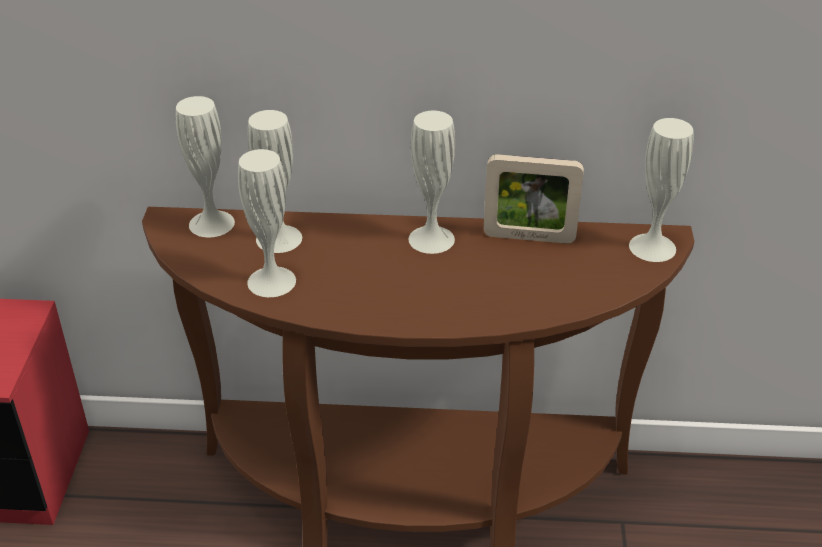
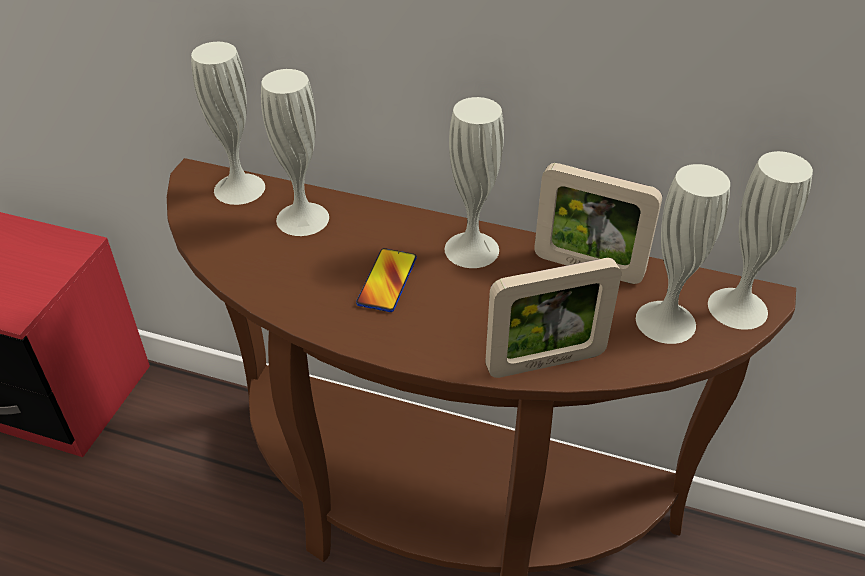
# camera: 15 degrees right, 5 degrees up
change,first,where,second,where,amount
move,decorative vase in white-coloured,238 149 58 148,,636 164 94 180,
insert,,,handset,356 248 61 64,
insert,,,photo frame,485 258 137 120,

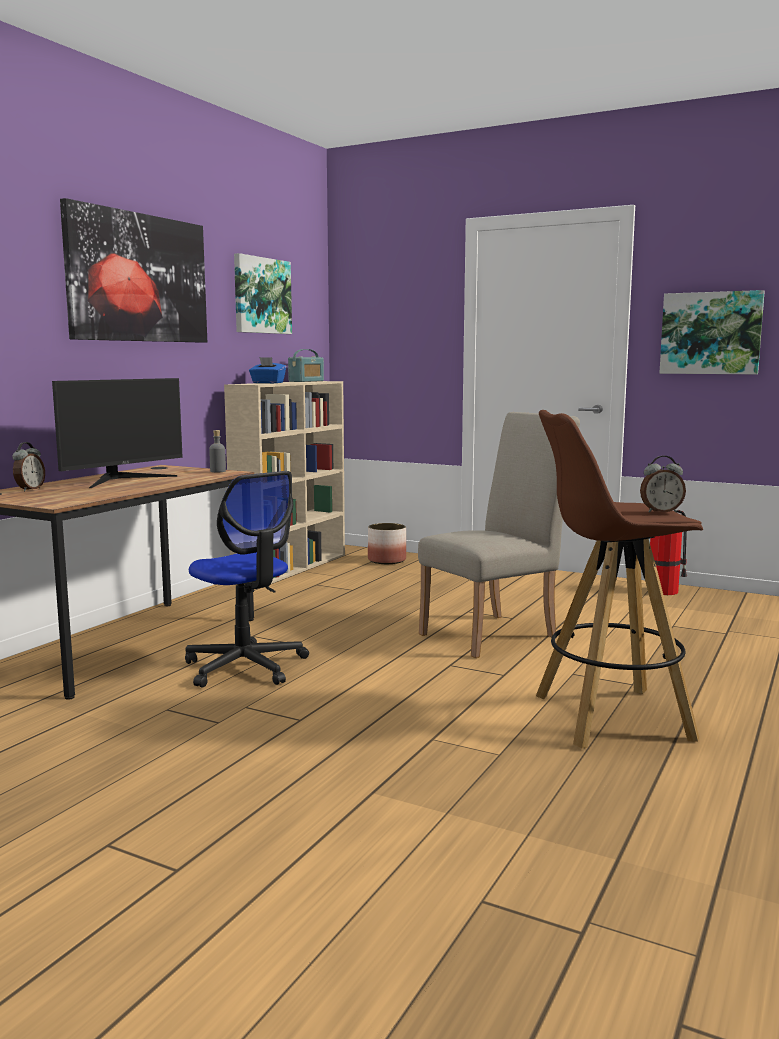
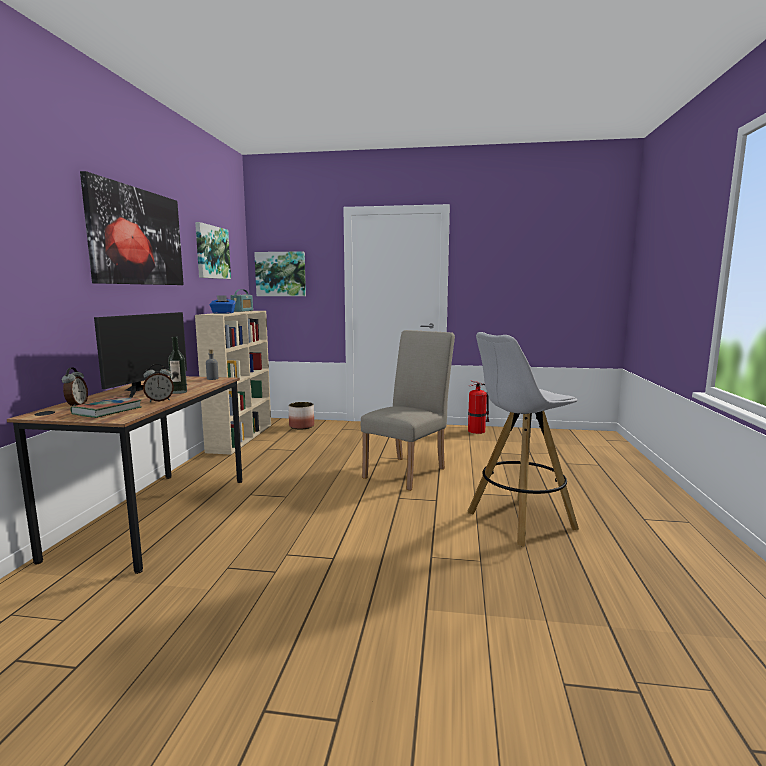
# camera: 20 degrees left, 0 degrees up
change,first,where,second,where,amount
delete,office chair,185 471 124 217,,,
recolor,sitting stool in brown,536 410 167 339,sitting stool in white-coloured,468 332 111 215,
move,table clock,640 456 46 57,,143 364 31 38,
move,wall picture,659 290 106 84,,254 251 52 45,
insert,,,bound book,70 397 71 21,
insert,,,drink bottle,168 337 19 57,

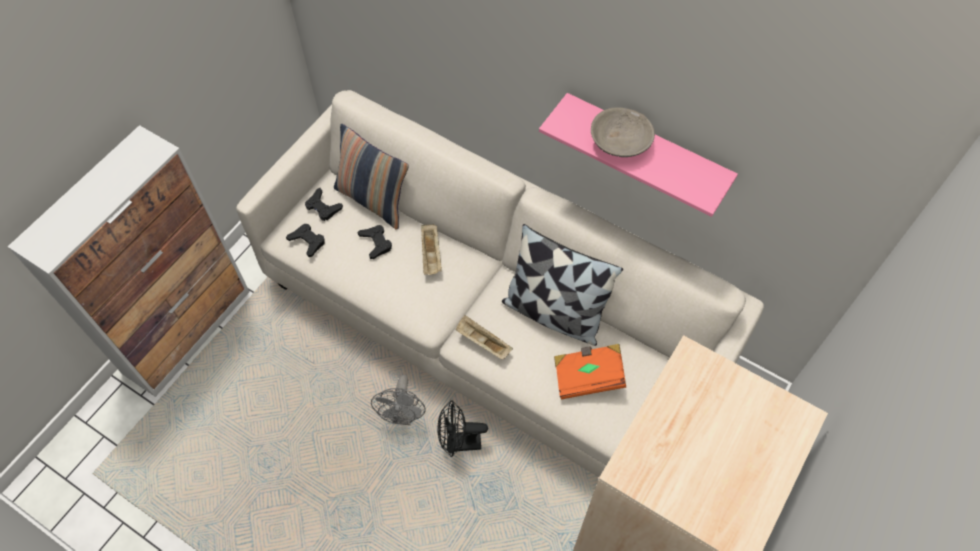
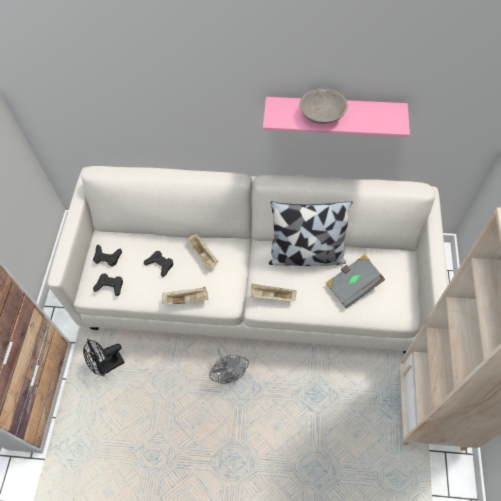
# camera: 25 degrees left, 0 degrees up
change,first,where,second,where,amount
delete,throw pillow,334 124 75 106,,,
move,fan in black,437 400 51 57,,83 339 42 38,
recolor,bound book in orangey,554 344 72 55,bound book in gray,326 254 59 54,
insert,,,serving tray in sand-coloured,162 287 46 17,

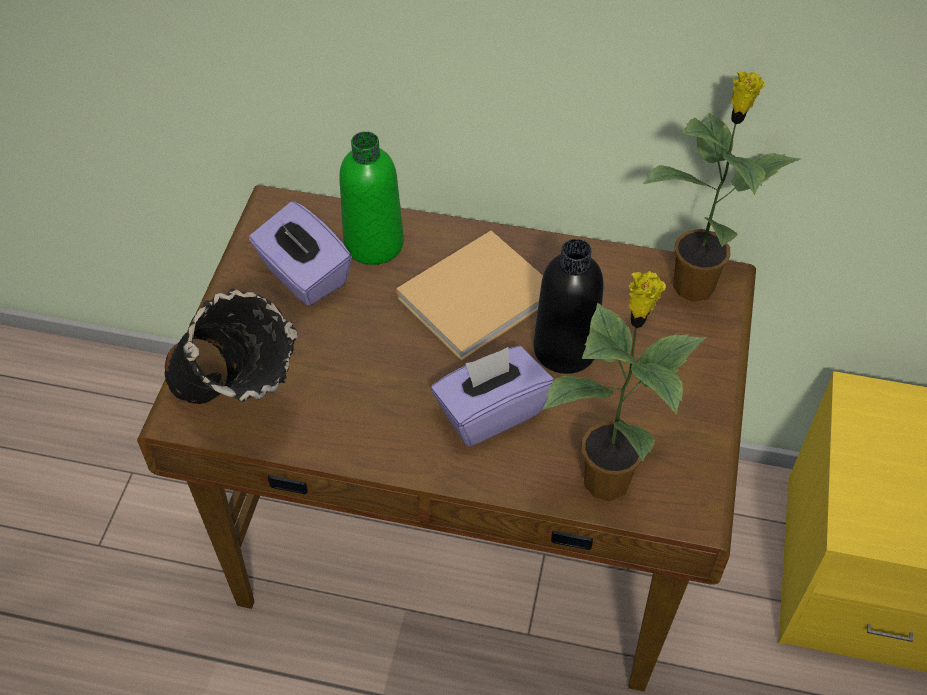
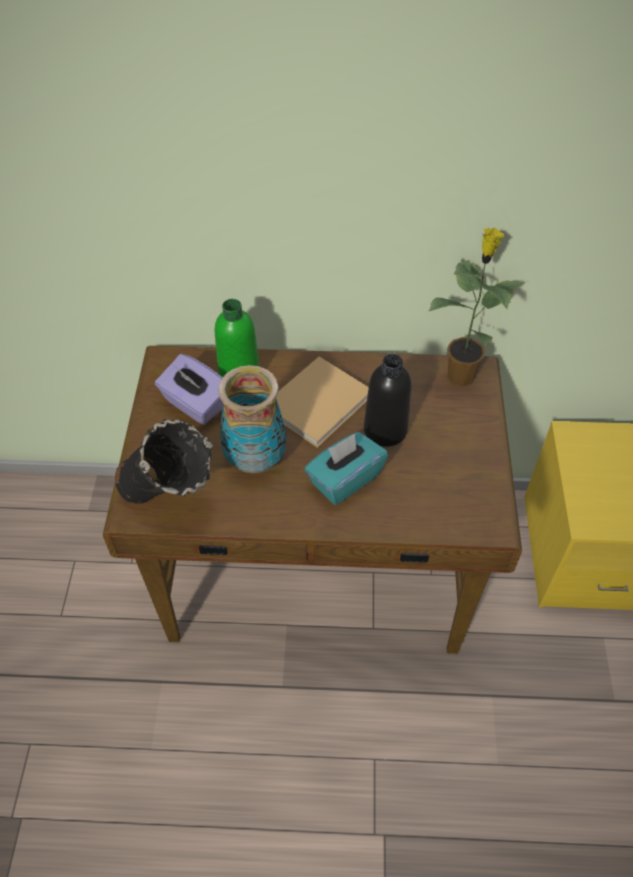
# camera: 10 degrees left, 0 degrees up
change,first,where,second,where,amount
recolor,box of tissues in purple,431 346 123 101,box of tissues in blue-green,304 432 84 73,
delete,potted plant,543 271 164 230,,,
insert,,,decorative vase,218 365 68 108,

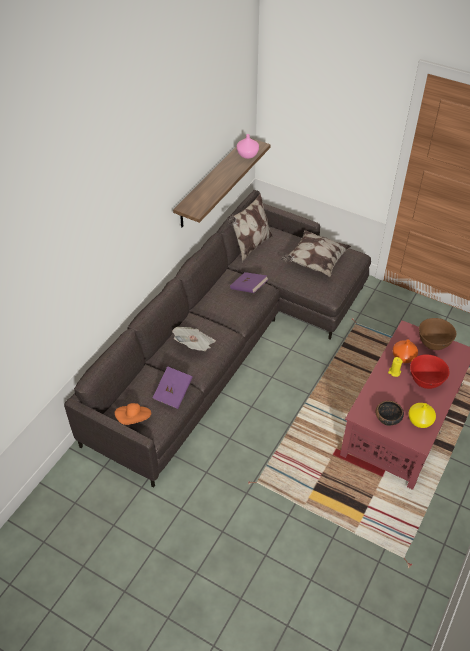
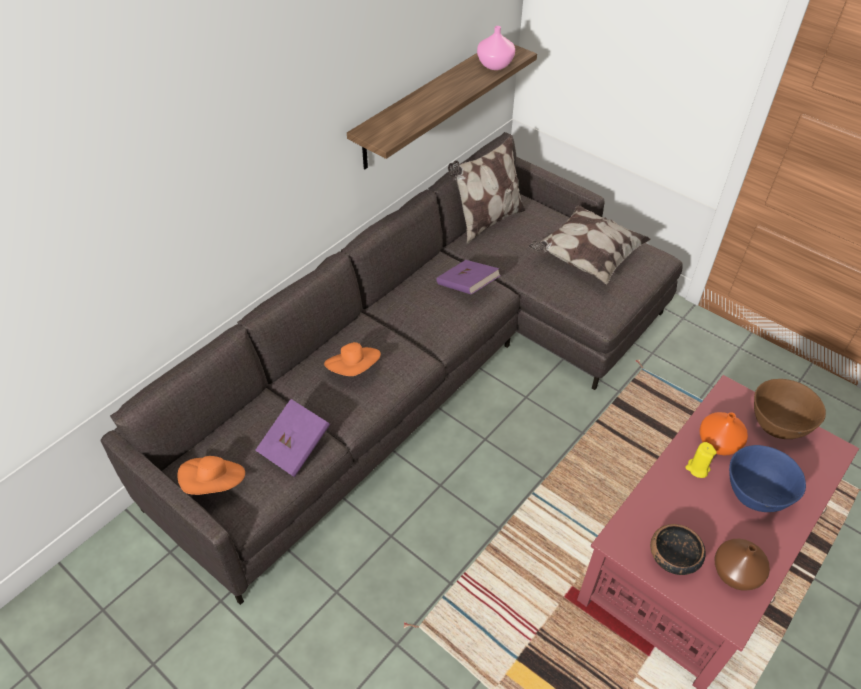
# camera: 10 degrees right, 0 degrees up
change,first,where,second,where,amount
replace,newspaper,172 327 44 24,wearable hat in orangey,324 342 57 34,
recolor,decorative vase in yellow,408 403 28 25,decorative vase in brown,715 539 55 52,
recolor,deep dish in red-coloured,410 355 40 34,deep dish in blue,729 445 77 67,

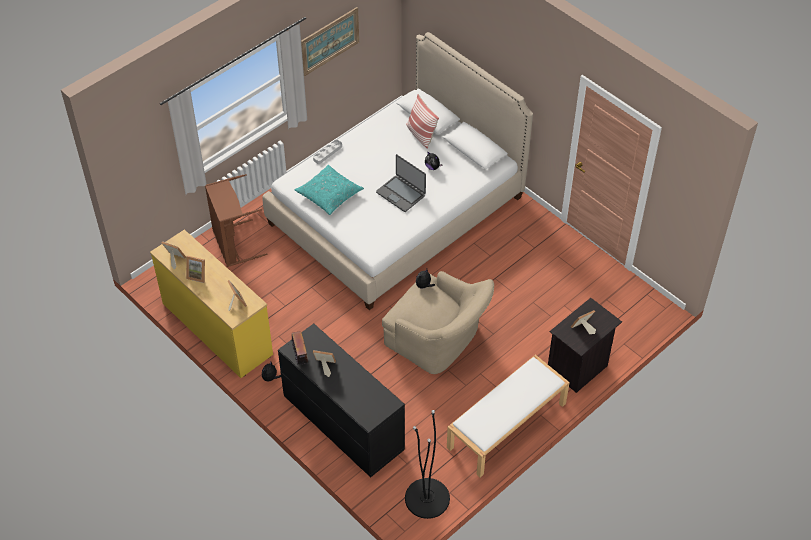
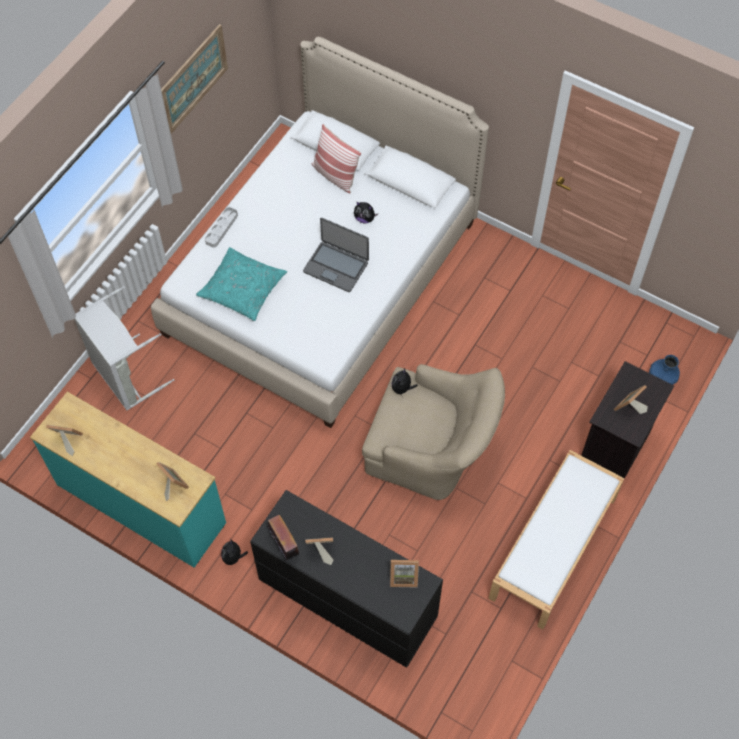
# camera: 15 degrees left, 10 degrees up
change,first,where,second,where,amount
recolor,drawer chest in yellow,150 229 123 149,drawer chest in blue-green,30 392 196 176,
move,photo frame,186 256 19 27,,390 560 29 28,
recolor,laundry basket in brown,205 174 62 93,laundry basket in gray,74 286 100 124,
delete,standard lamp in black,405 410 45 109,,,
insert,,,decorative vase in blue,649 355 31 30,

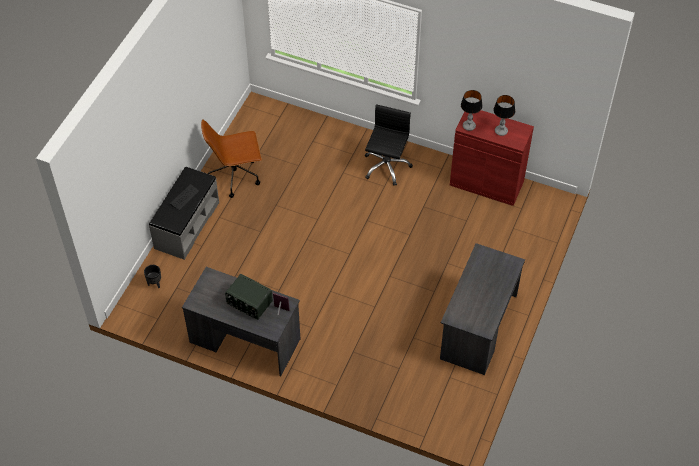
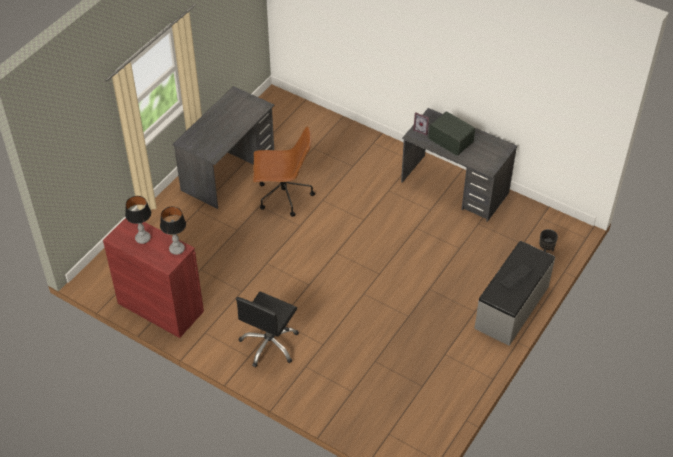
# camera: 170 degrees left, 5 degrees down
change,first,where,second,where,amount
move,office chair in brown,201 119 61 79,,253 126 62 91,

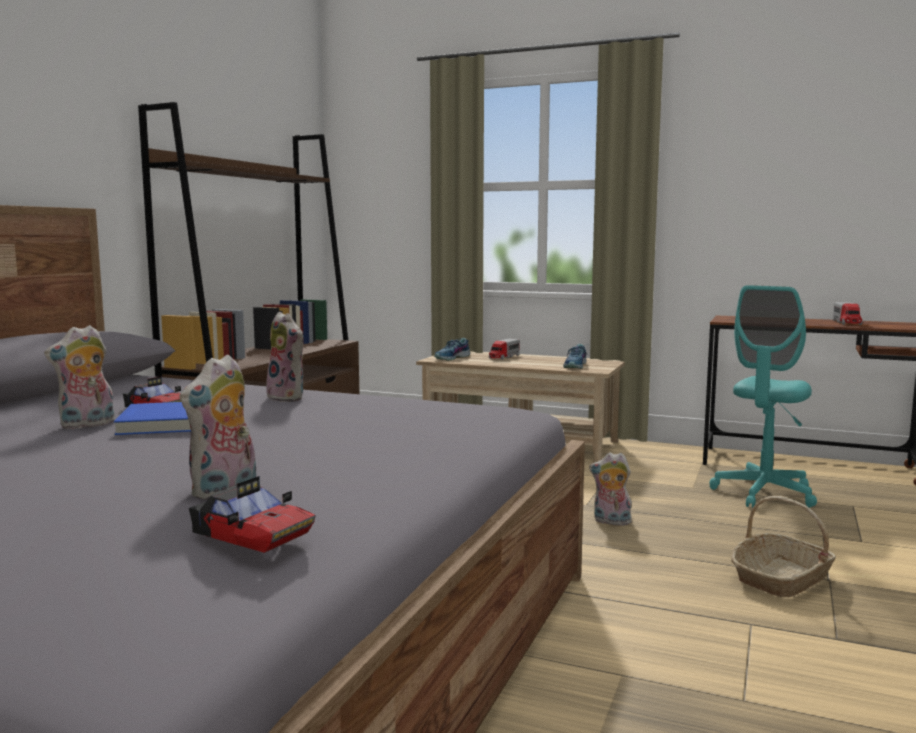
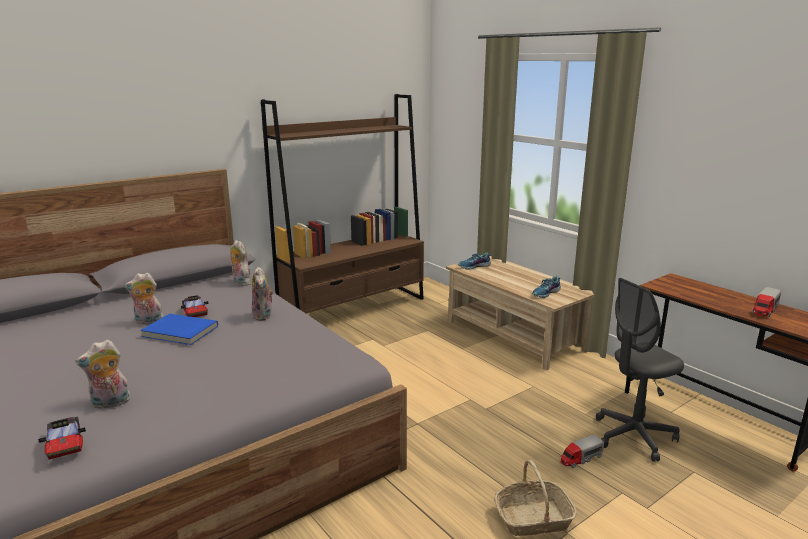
# camera: 30 degrees right, 10 degrees up
change,first,where,second,where,amount
move,model truck,489 339 31 21,,560 435 44 33,
move,plush toy,589 453 44 73,,230 240 22 46,
recolor,office chair in blue-green,709 285 108 223,office chair in gray,596 278 88 184,

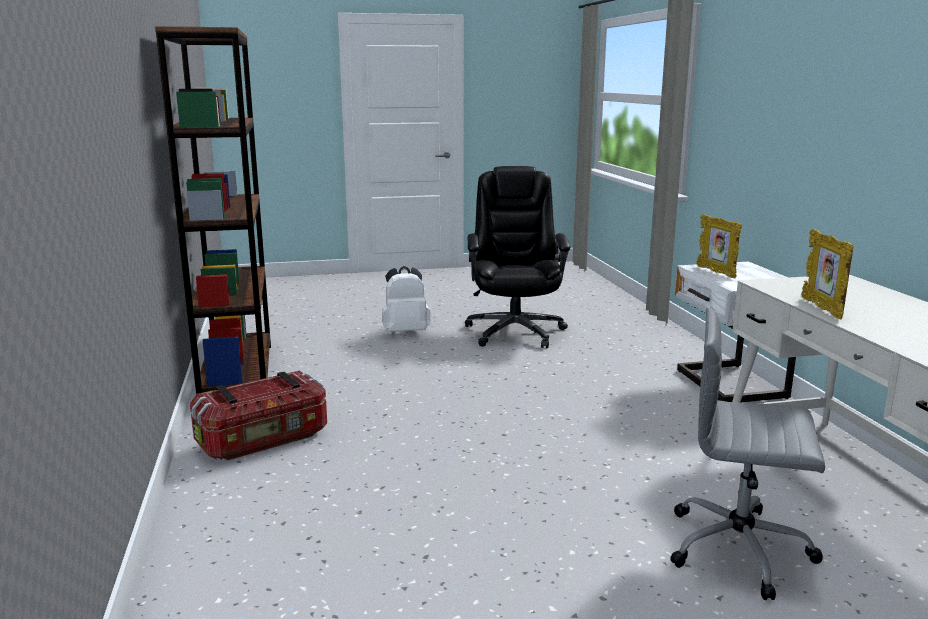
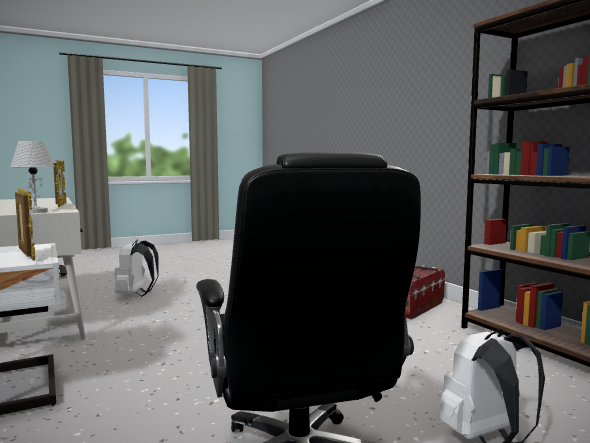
# camera: 165 degrees right, 10 degrees down
change,first,where,second,where,amount
replace,office chair in gray,670 308 155 292,backpack in white-coloured,115 239 43 58,
insert,,,lamp for a table in white-coloured,10 141 45 72,

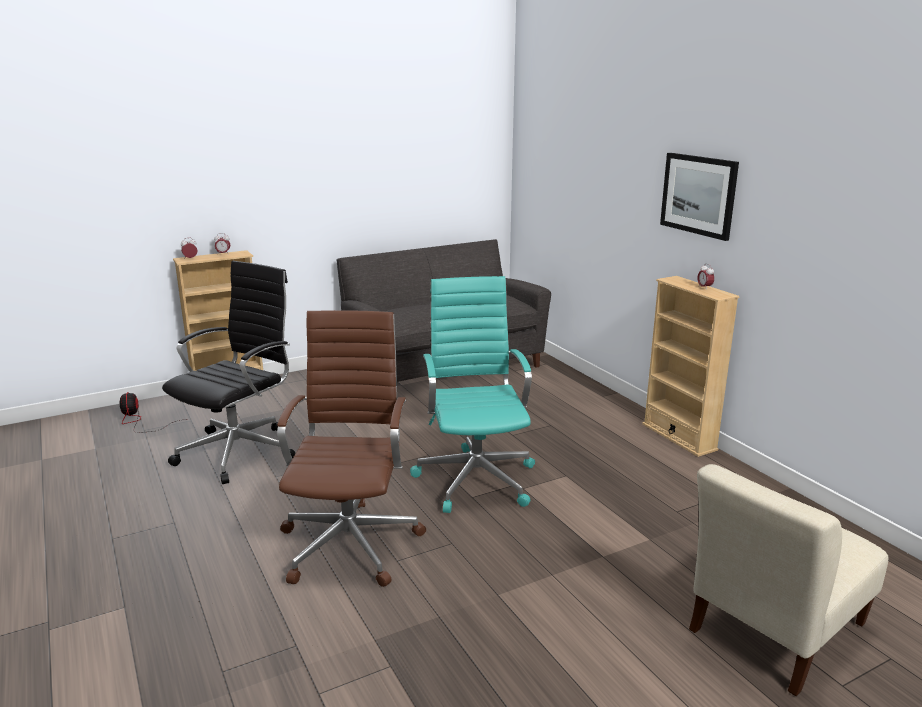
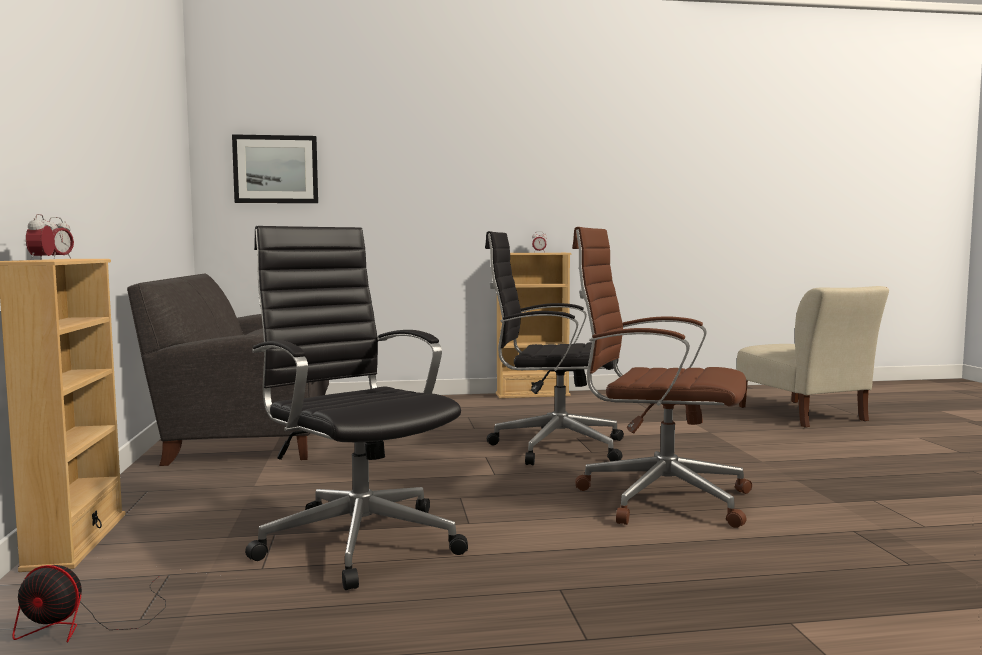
# camera: 70 degrees left, 15 degrees down
change,first,where,second,where,amount
recolor,office chair in blue-green,410 276 125 237,office chair in black,485 231 139 234,
move,wall picture,660 153 79 88,,232 134 86 69,

